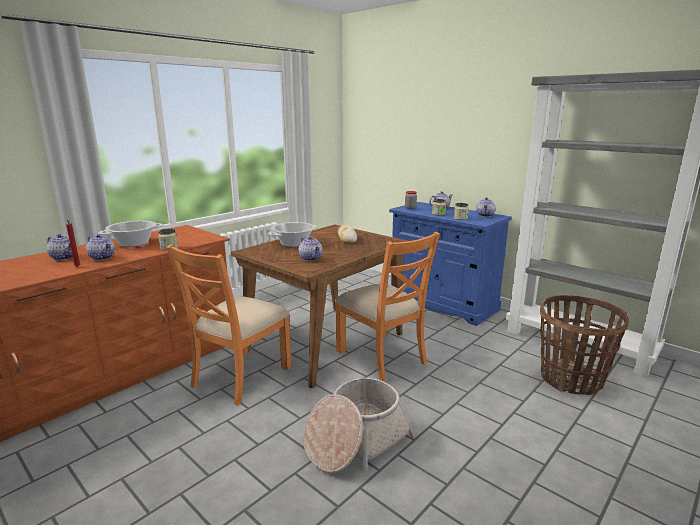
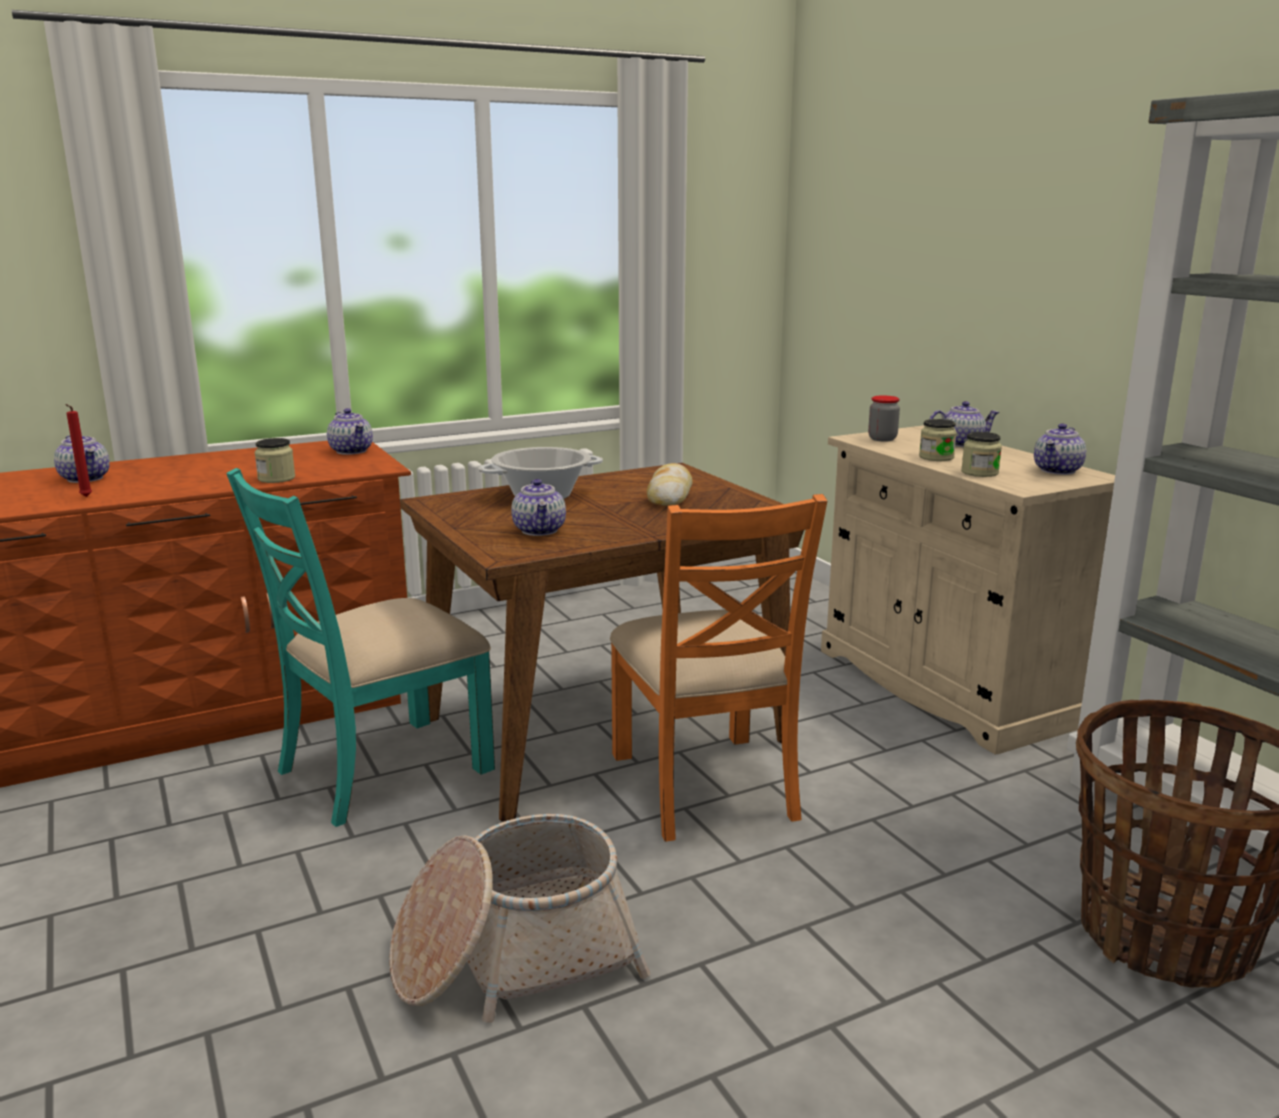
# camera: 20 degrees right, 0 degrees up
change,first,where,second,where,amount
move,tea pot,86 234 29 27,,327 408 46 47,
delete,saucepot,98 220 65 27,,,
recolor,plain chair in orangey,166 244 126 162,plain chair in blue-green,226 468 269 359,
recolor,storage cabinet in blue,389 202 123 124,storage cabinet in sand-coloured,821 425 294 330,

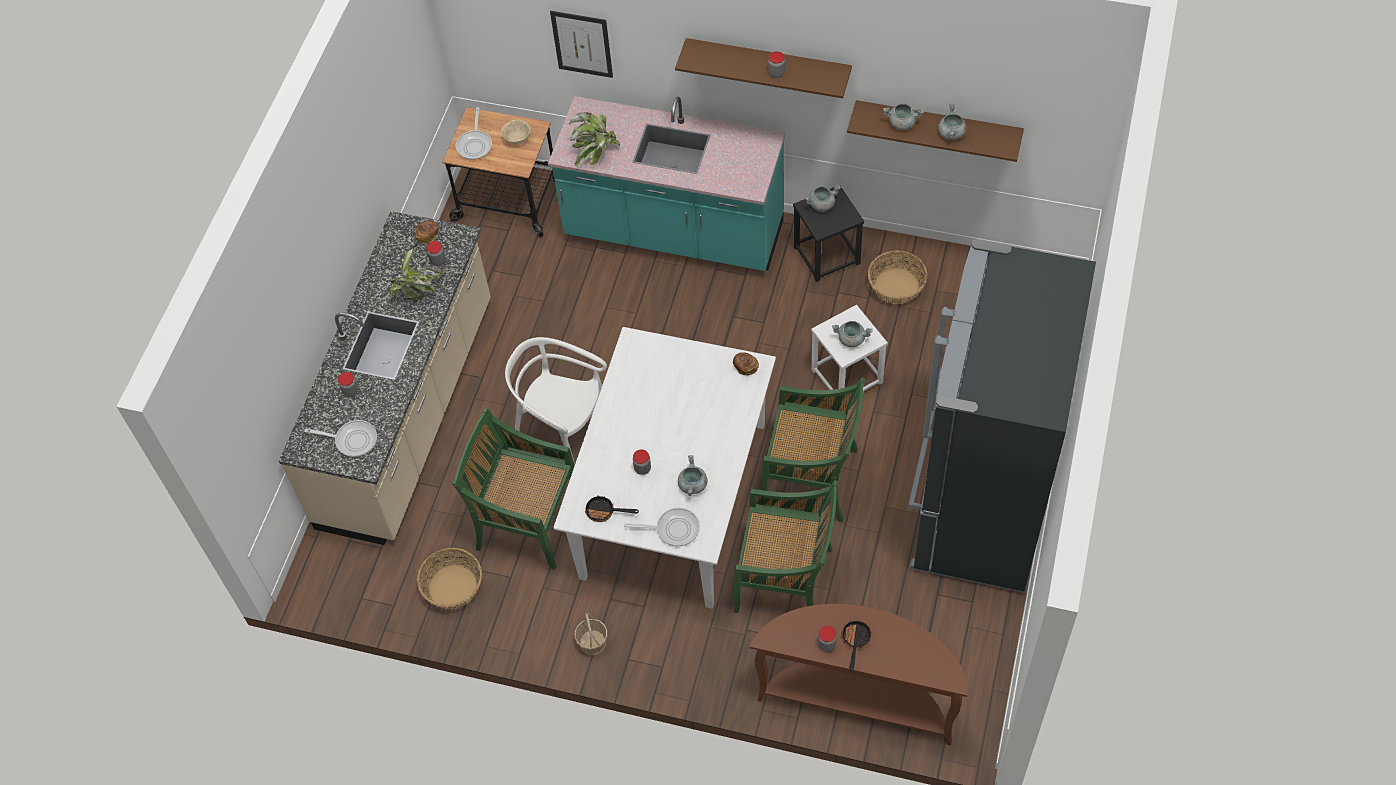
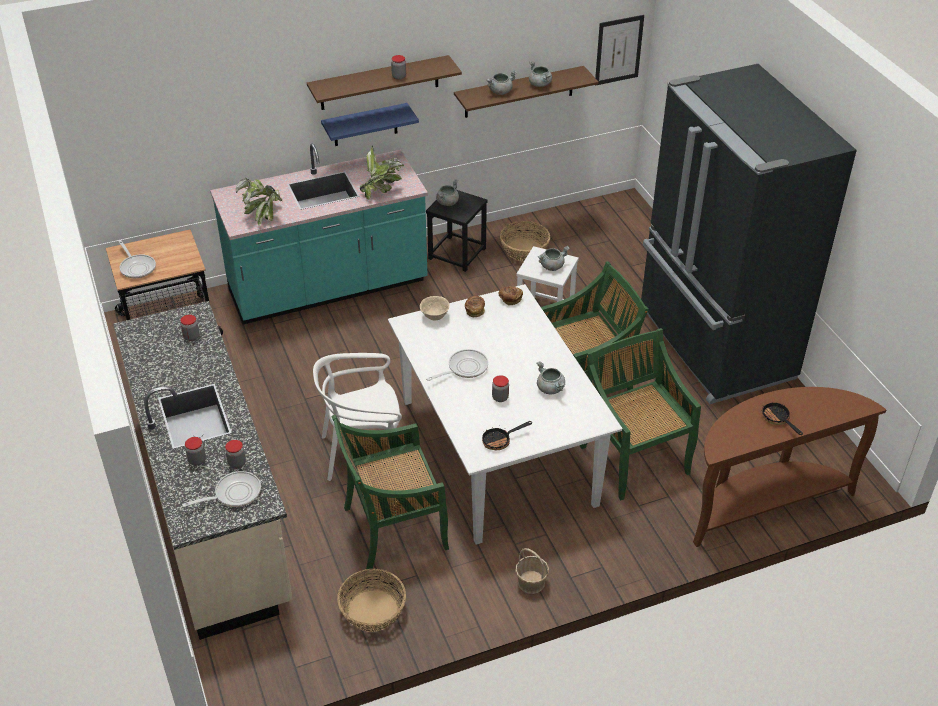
# camera: 40 degrees left, 15 degrees down
change,first,where,second,where,amount
move,potted plant,389 244 56 56,,360 146 44 54,
move,bakery bread,415 220 23 24,,465 296 20 21,
move,deep dish in sand-coloured,501 120 29 25,,420 296 30 25,
move,wall picture,550 11 63 67,,595 15 49 71,
move,frying pan,624 508 76 39,,426 349 62 32,
rotate,plain chair in green,733 480 105 133,,580 328 121 172,90 degrees counterclockwise
move,storage jar,818 626 19 26,,225 440 21 29,
insert,,,wall shelf in blue,321 103 98 43,

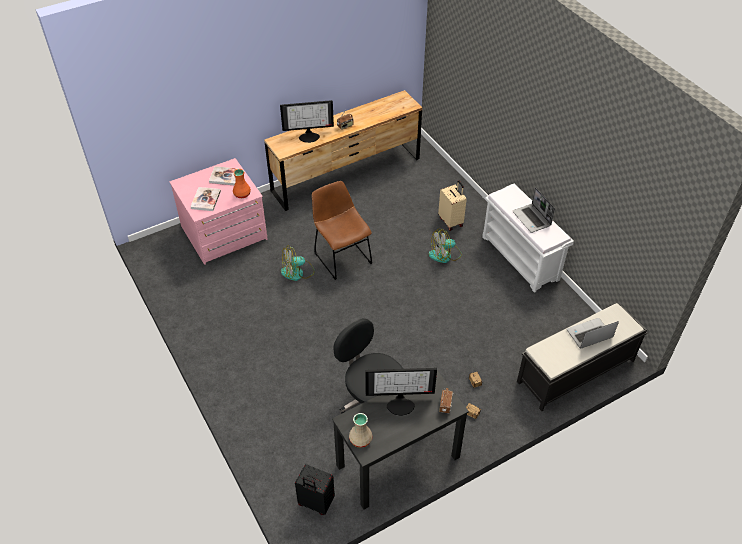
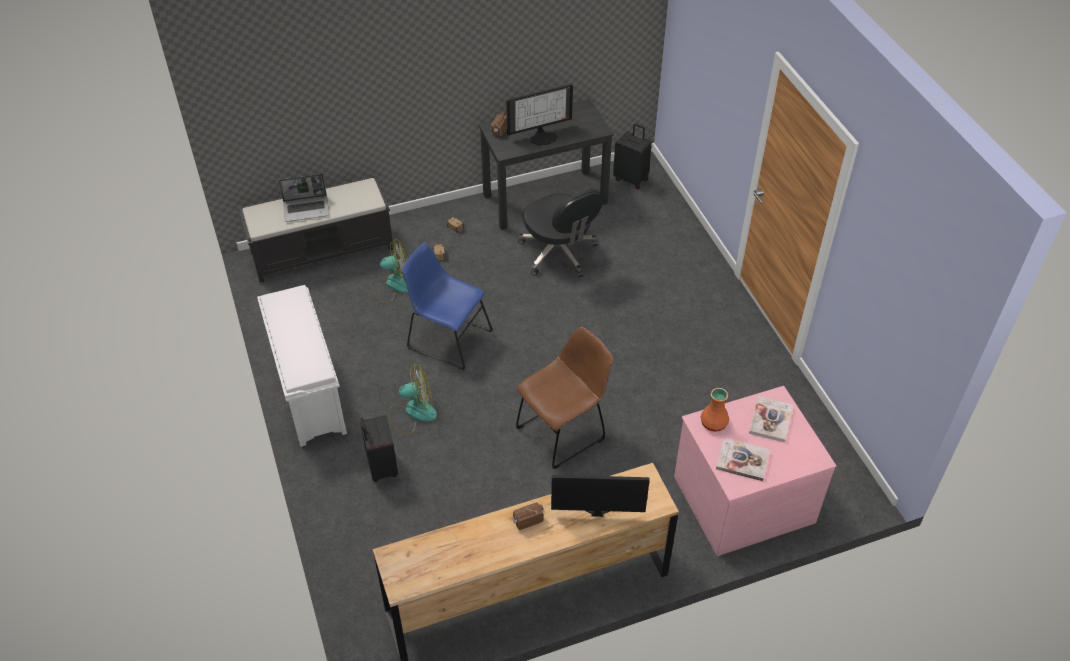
# camera: 170 degrees left, 0 degrees up
change,first,where,second,where,amount
move,fan,281 246 34 35,,371 239 38 64,
rotate,plain chair in brown,312 181 60 99,,516 327 97 142,105 degrees counterclockwise
delete,decorative vase in sand-coloured,349 413 24 35,,,
rotate,monitor,365 368 72 48,,506 84 67 61,150 degrees clockwise
recolor,piece of luggage in sand-coloured,438 181 29 50,piece of luggage in black,360 415 38 67,
delete,laptop,512 187 43 46,,,
insert,,,plain chair in blue,401 242 92 128,

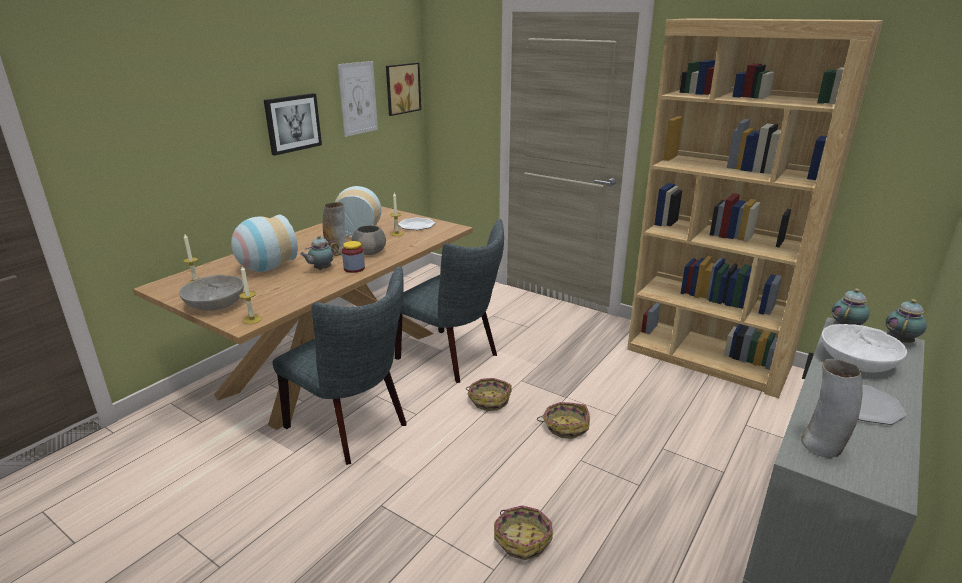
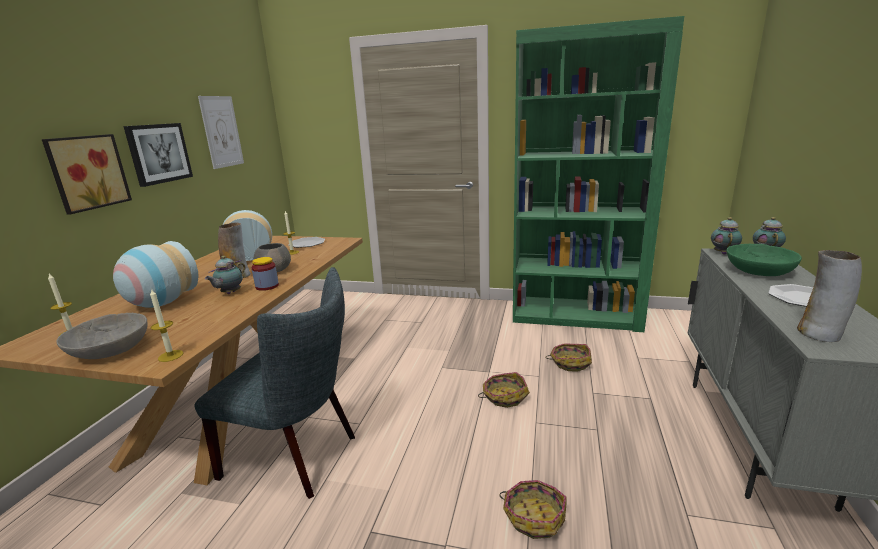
# camera: 20 degrees left, 5 degrees down
change,first,where,second,where,amount
move,wall picture,386 63 35 53,,42 134 90 81,
delete,plain chair in gray,395 219 109 164,,,
move,household basket,466 378 45 33,,545 343 47 29,
recolor,bookcase in brown,627 18 256 380,bookcase in green,513 16 171 316,
recolor,deep dish in white-coloured,821 324 86 49,deep dish in green,726 244 76 32,

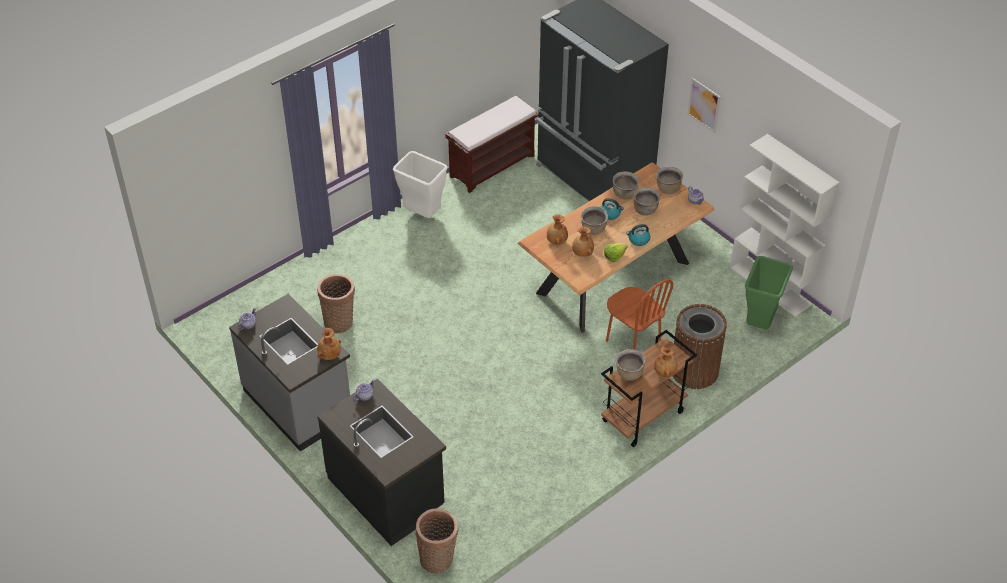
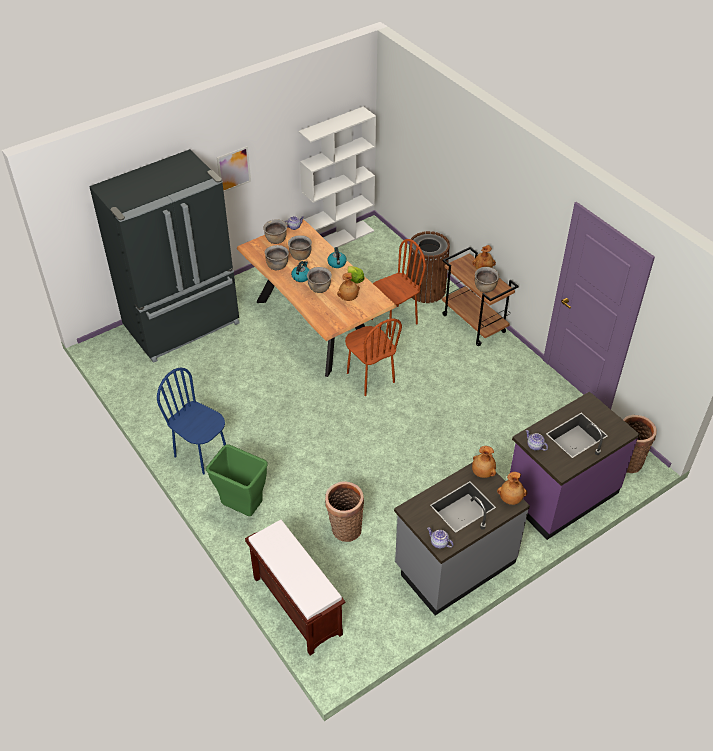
# camera: 85 degrees left, 0 degrees up
change,first,where,second,where,amount
recolor,kitchen counter in black,317 379 129 167,kitchen counter in purple,510 391 130 149,
replace,trash can in white-coloured,393 151 55 67,plain chair in blue,157 368 69 107,
move,long seat in brown,445 95 94 98,,245 520 101 136,
move,decorative vase in brown,547 214 21 31,,497 472 30 33,
move,trash can in green,745 256 48 74,,206 445 62 71,
insert,,,plain chair in brown,345 318 57 78,

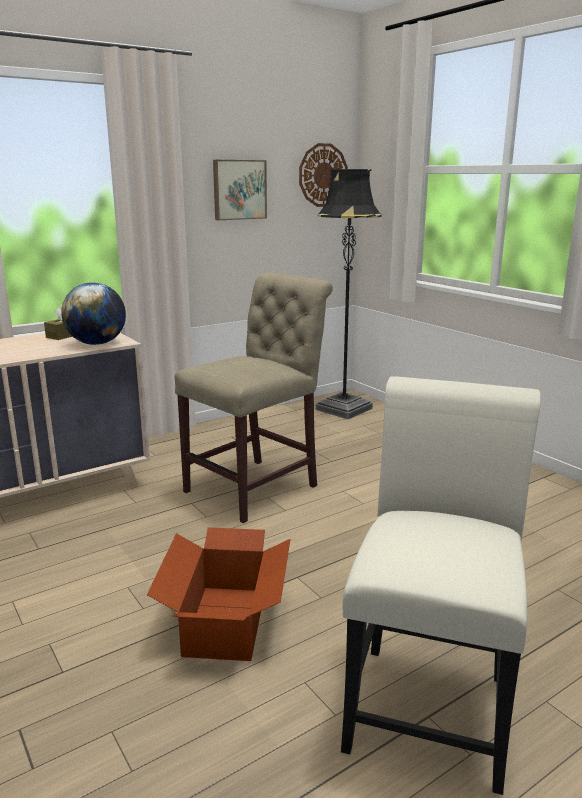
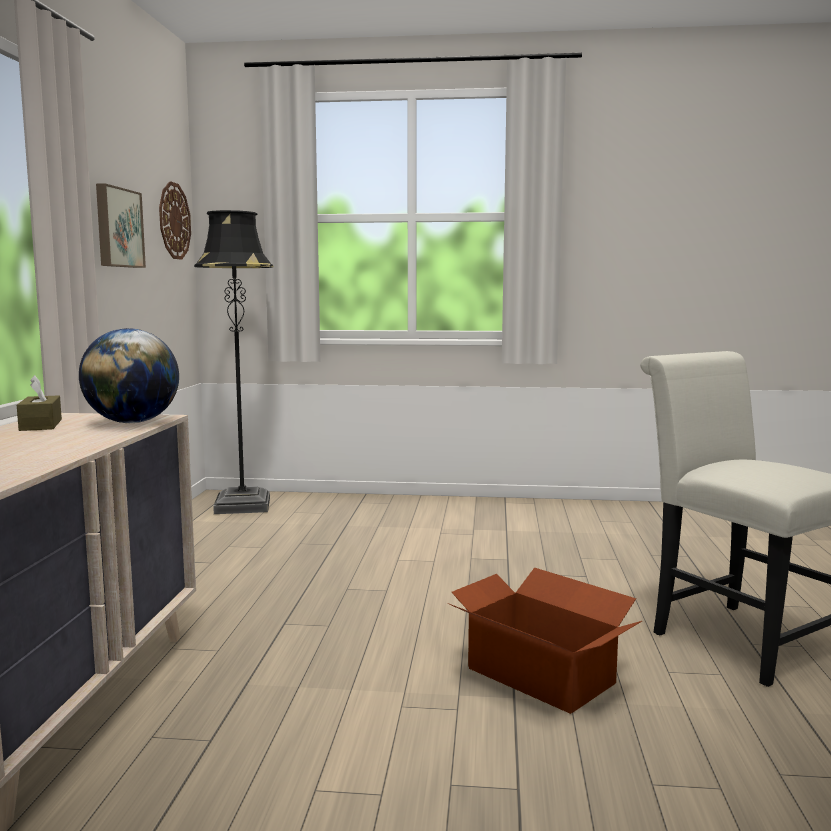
# camera: 50 degrees left, 10 degrees down
change,first,where,second,where,amount
delete,plain chair in sand-coloured,175 272 158 251,,,

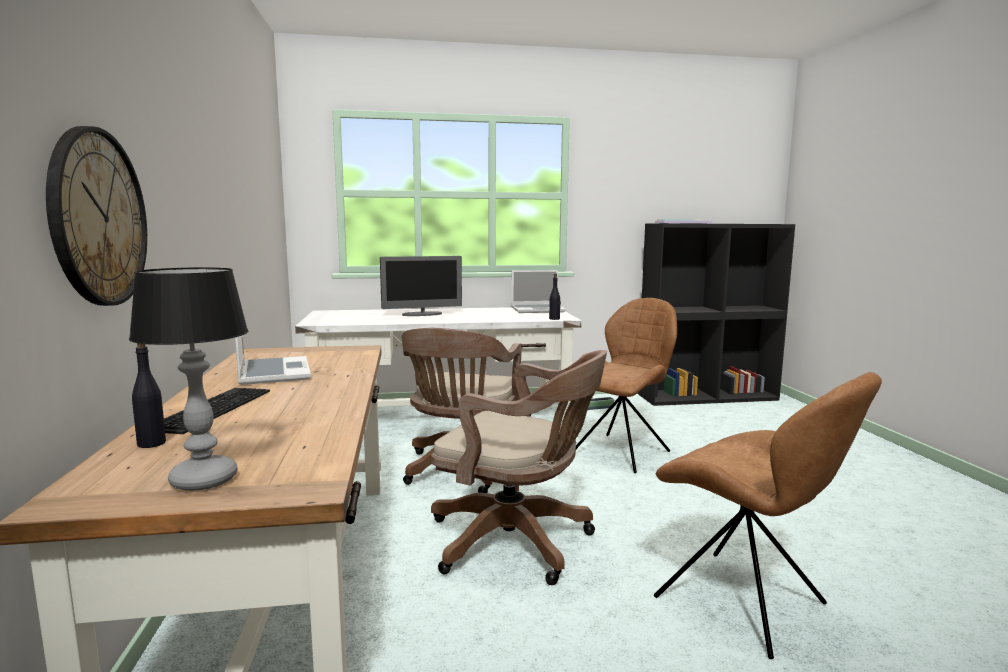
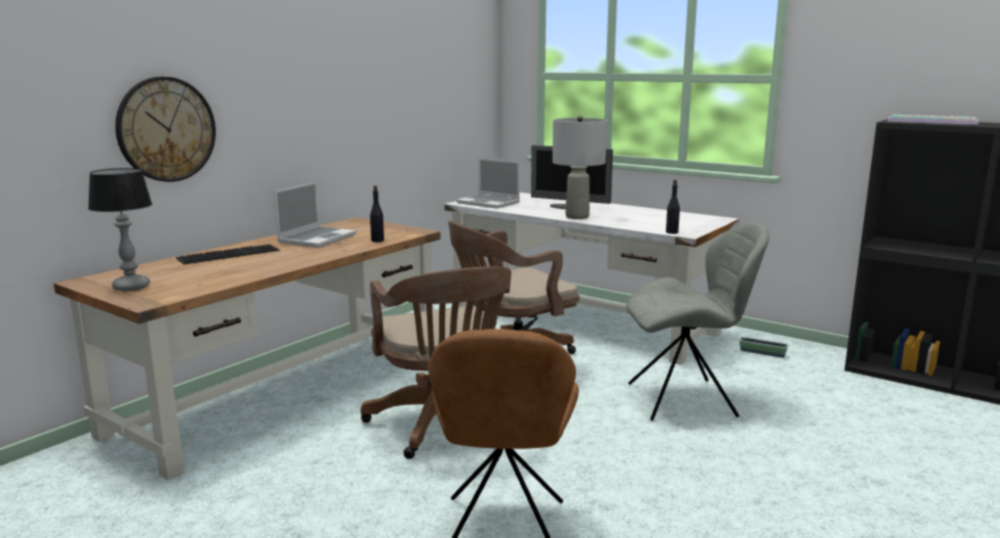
# camera: 45 degrees right, 5 degrees up
change,first,where,second,where,amount
move,drink bottle in black,132 343 34 105,,370 186 14 56,
move,laptop,511 270 55 43,,456 158 64 50,
recolor,plain chair in brown,576 298 101 175,plain chair in gray,626 223 143 198,
insert,,,lamp for a table in gray,552 116 55 103,

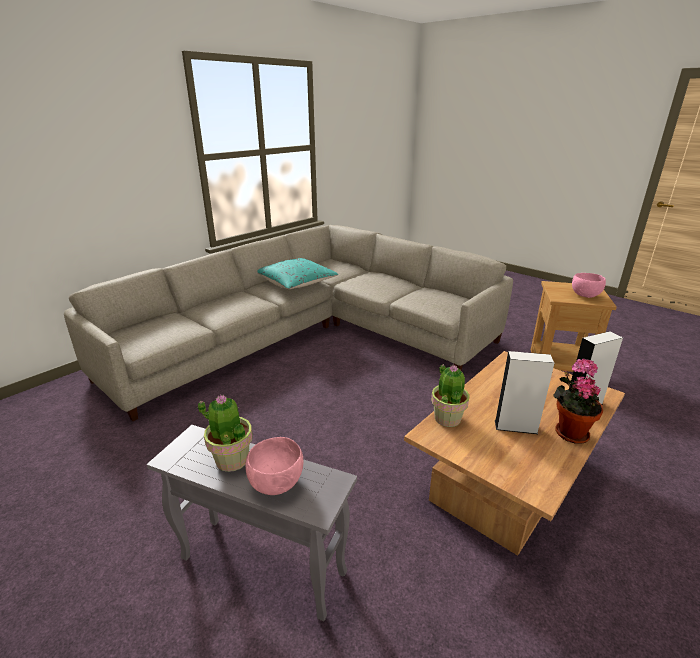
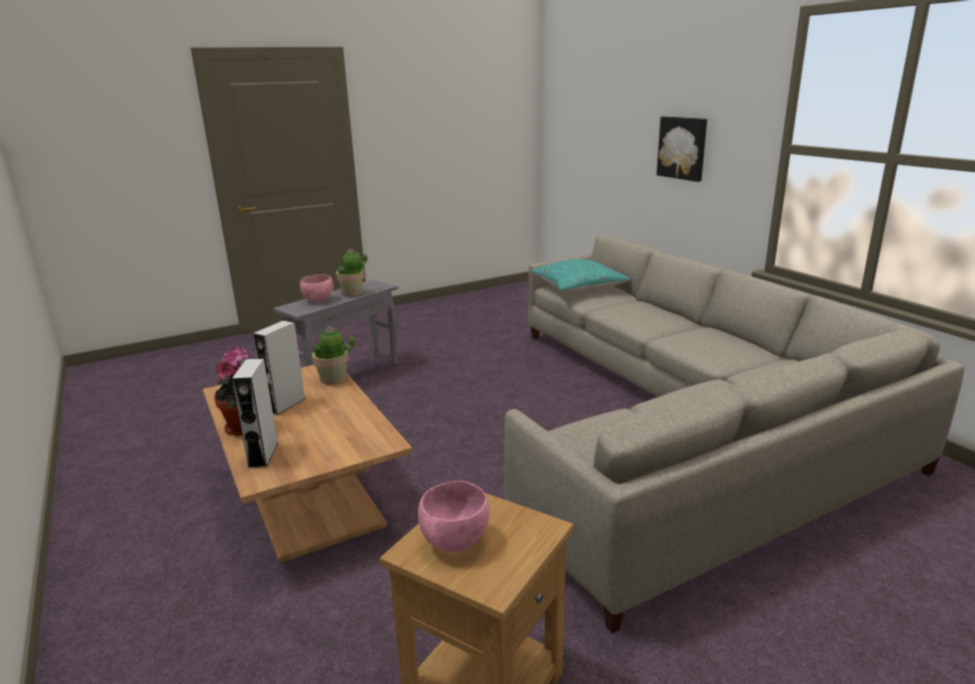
# camera: 110 degrees right, 5 degrees down
change,first,where,second,where,amount
move,throw pillow in blue-green,257 258 81 31,,530 259 100 33,
insert,,,wall picture,657 116 50 66,

